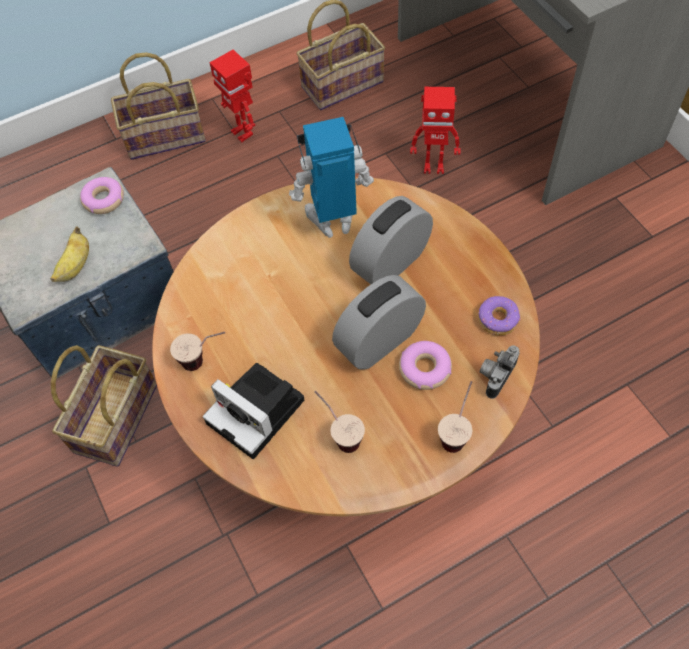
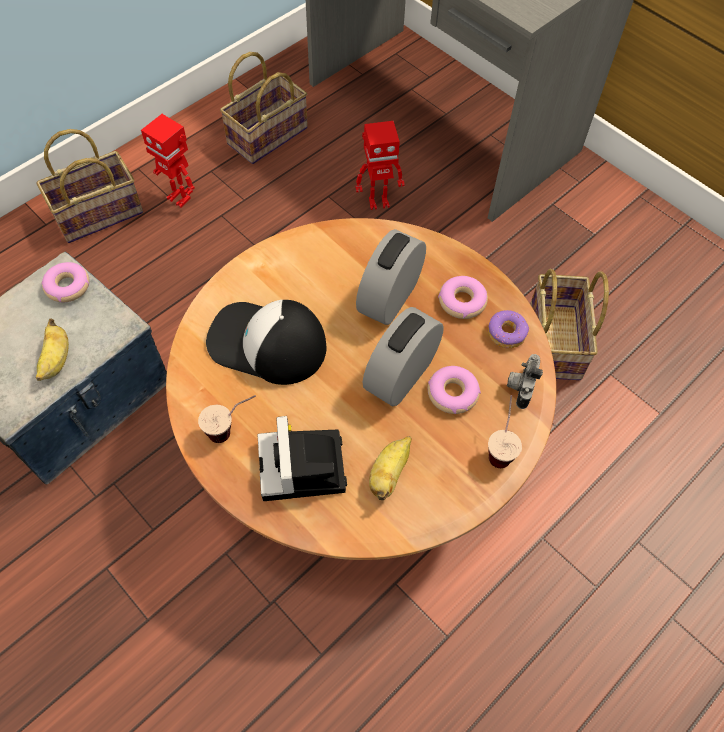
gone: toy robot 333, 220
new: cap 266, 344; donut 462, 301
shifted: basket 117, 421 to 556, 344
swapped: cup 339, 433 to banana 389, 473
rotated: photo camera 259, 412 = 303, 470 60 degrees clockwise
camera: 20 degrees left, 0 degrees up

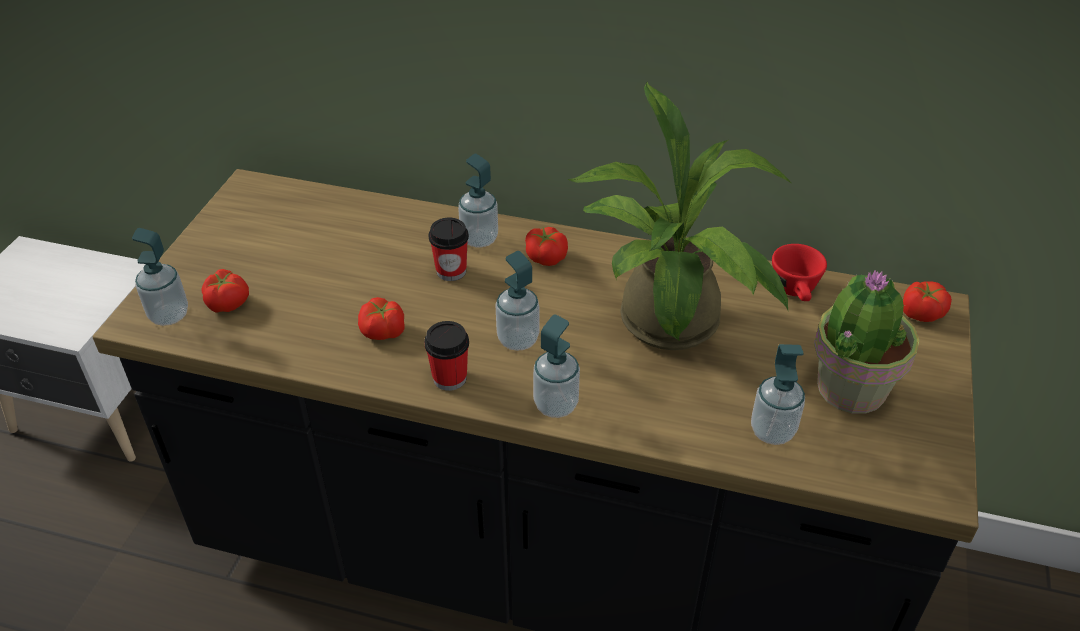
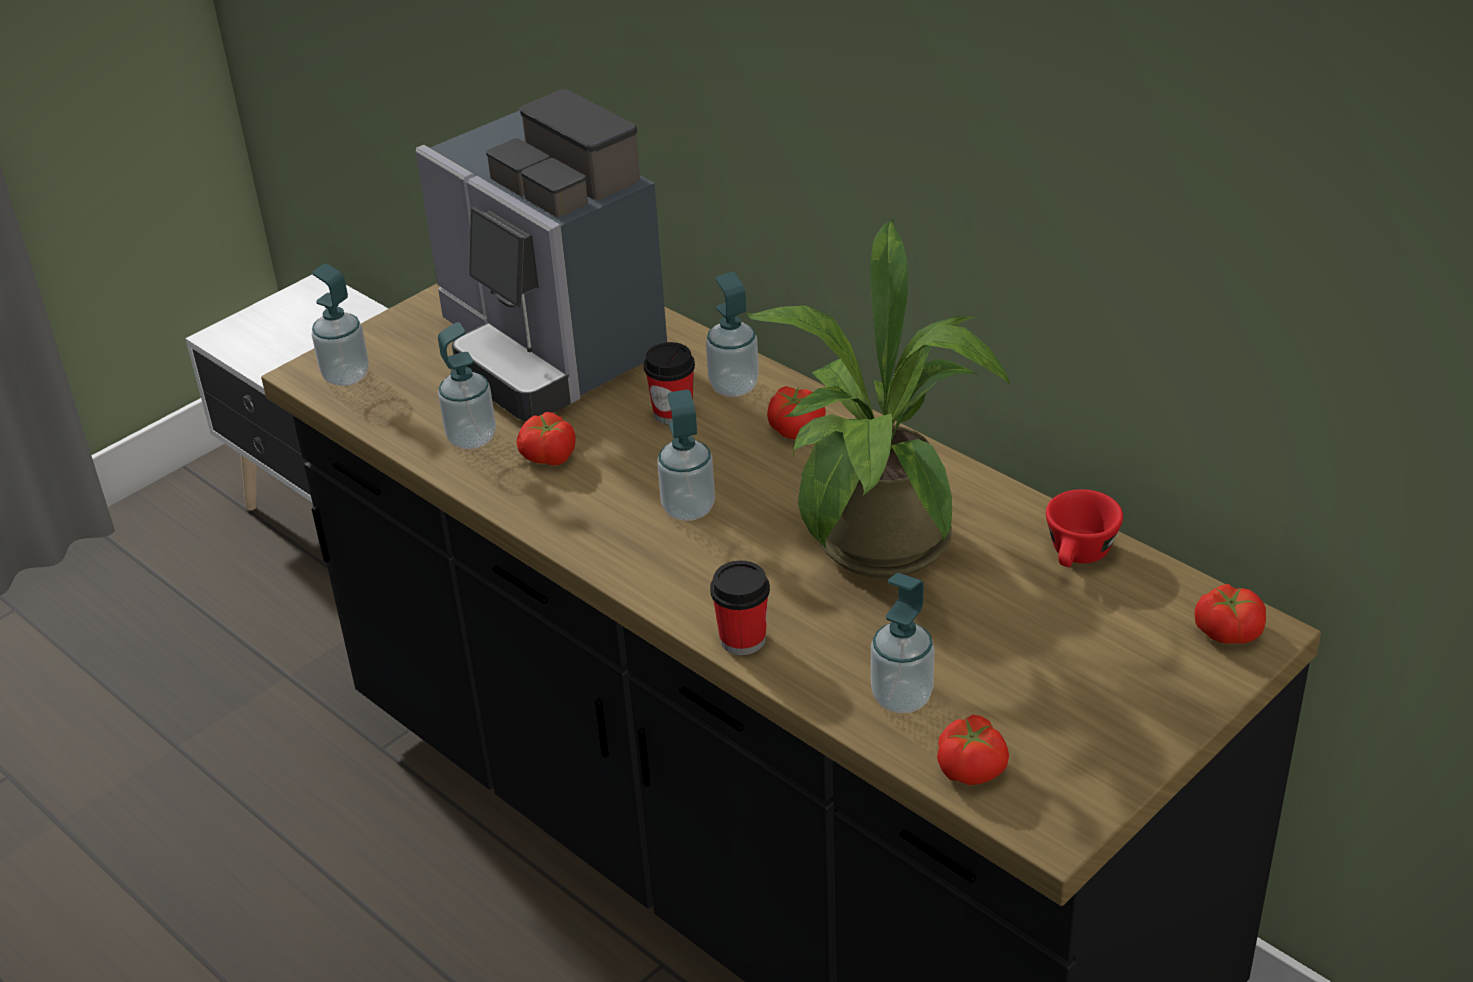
gone: potted plant 849, 389
new: coffee machine 548, 351
shifted: tomato 228, 302 to 972, 768; cup 449, 378 to 742, 640; soap dispenser 556, 405 to 471, 438
camera: 30 degrees right, 5 degrees down

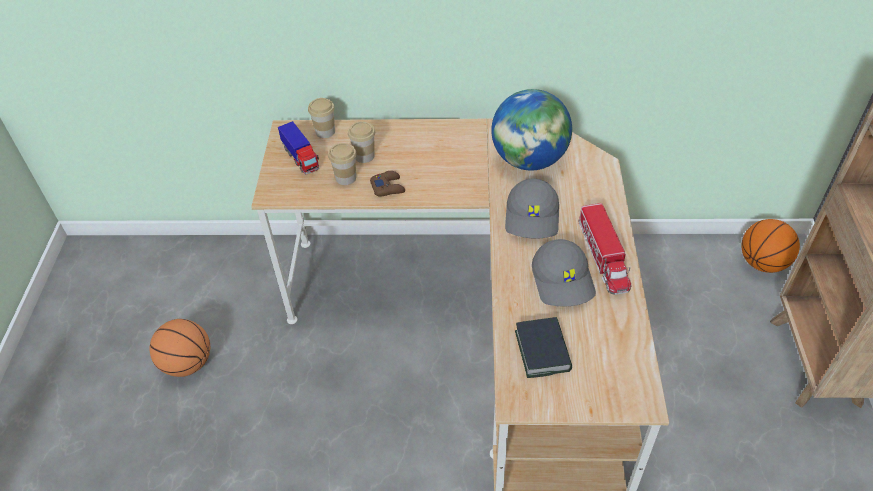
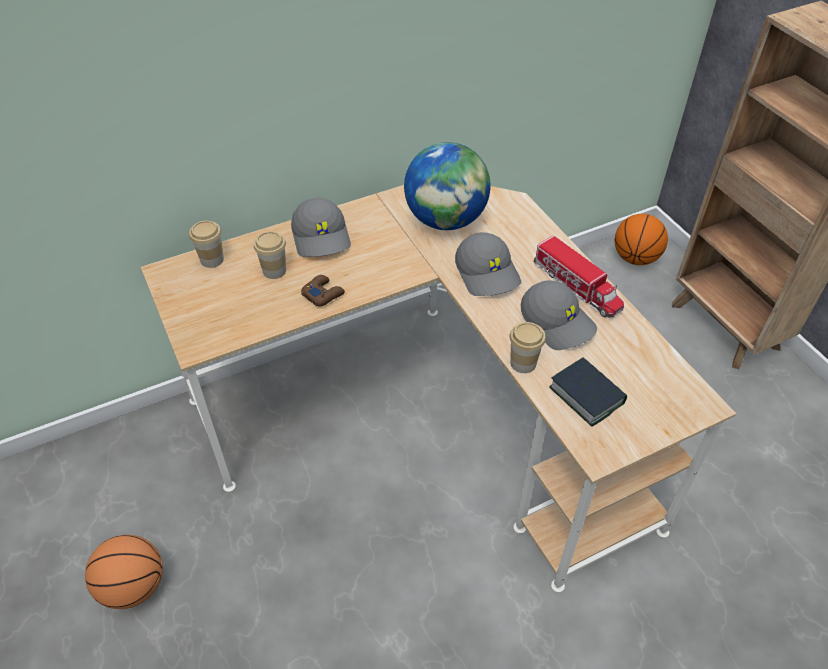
gone: toy truck 301, 158
new: grey cap 322, 237
shifted: cup 346, 178 to 523, 363
camera: 30 degrees left, 0 degrees up

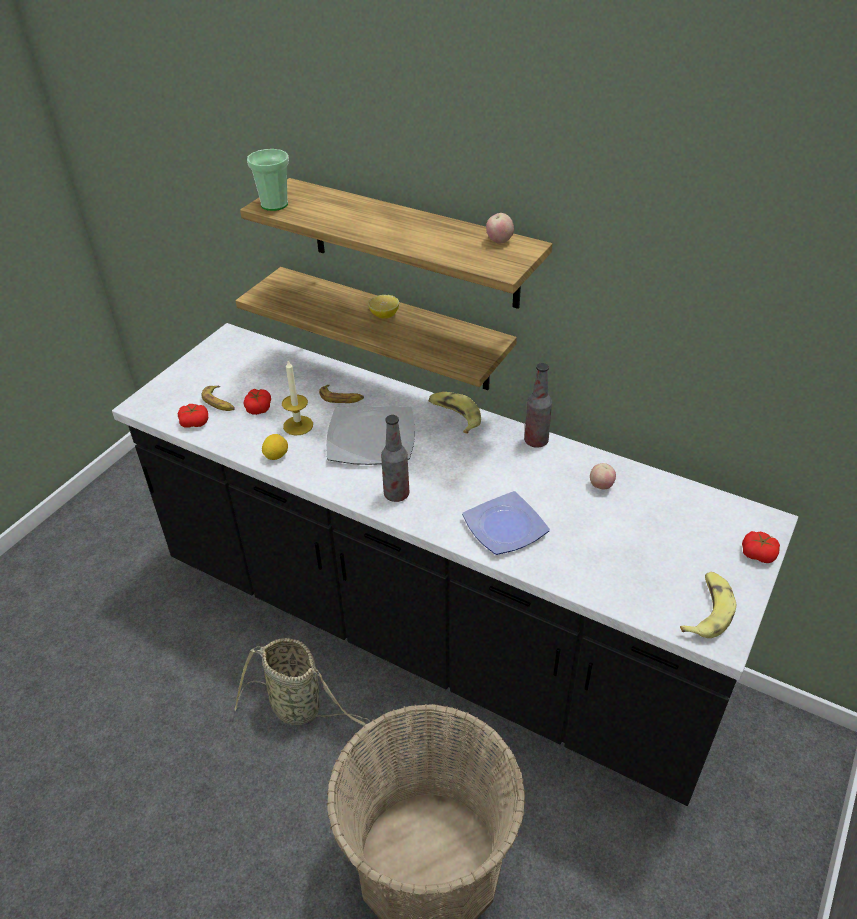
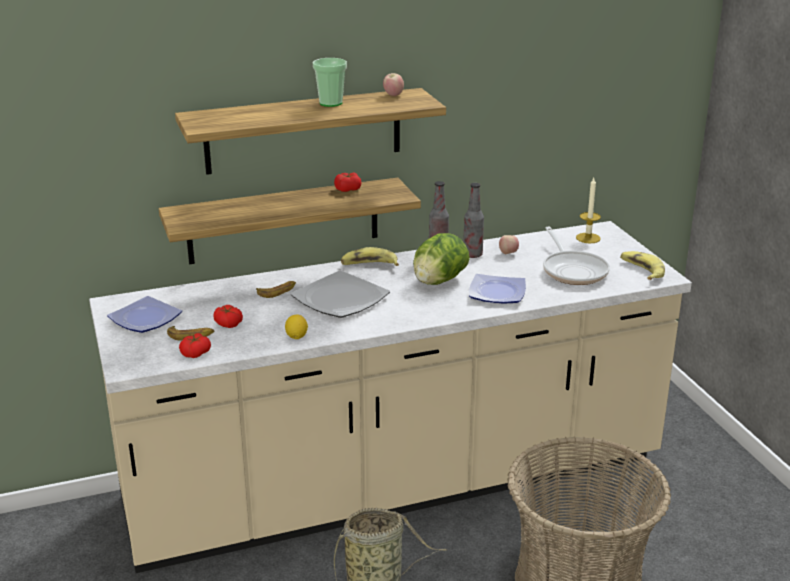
gone: lemon 384, 315
new: plate 147, 319; lettuce 438, 281; frying pan 573, 270
shifted: cup 274, 204 to 330, 103; candle 298, 425 to 588, 238; bottle 396, 494 to 472, 255; tomato 758, 554 to 347, 189
repainted: black counter 432, 631 to beige counter 395, 485
camera: 50 degrees left, 15 degrees down

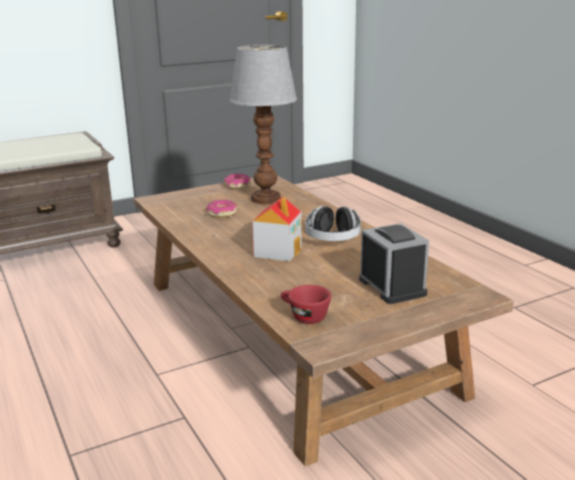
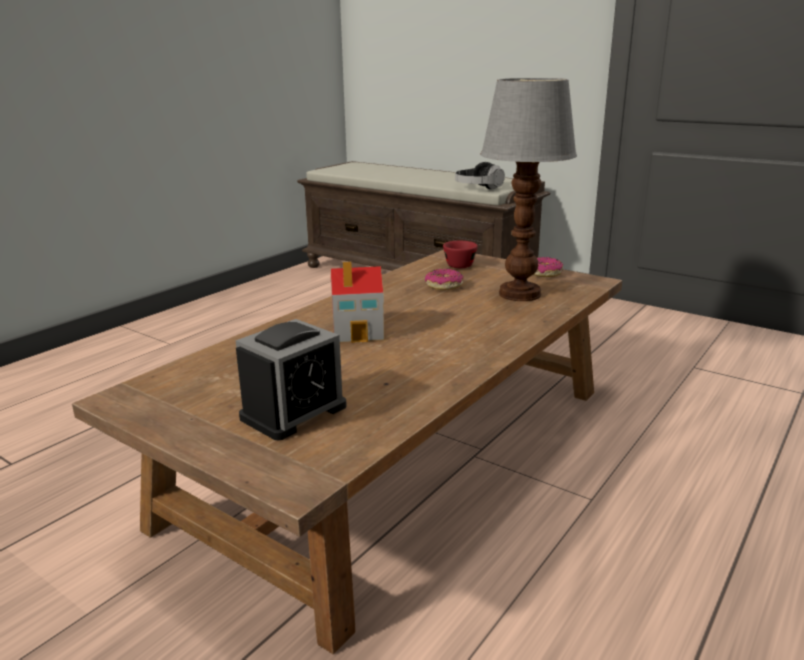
shifted: red cup 304, 316 to 459, 264; headphones 332, 239 to 478, 188
camera: 65 degrees right, 0 degrees up

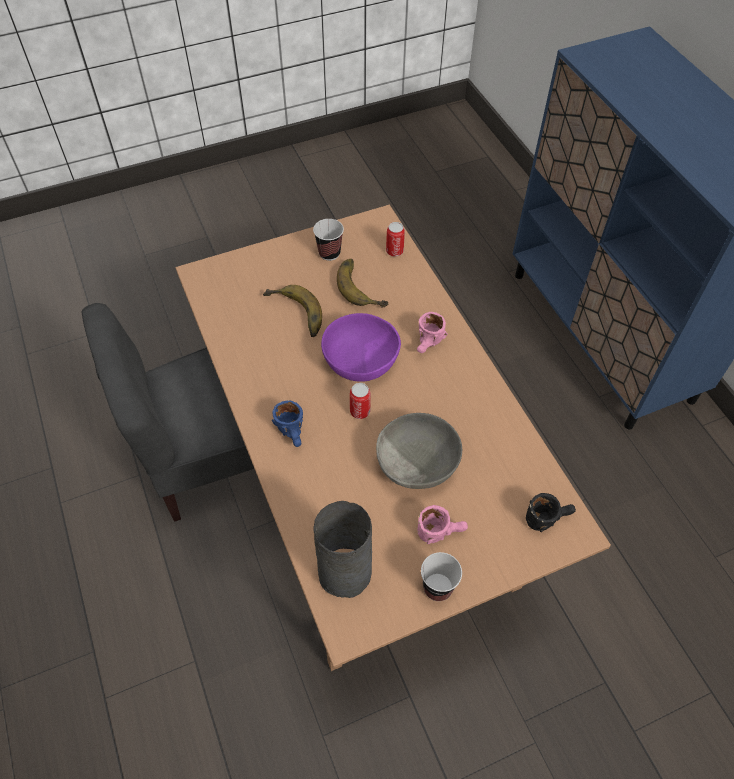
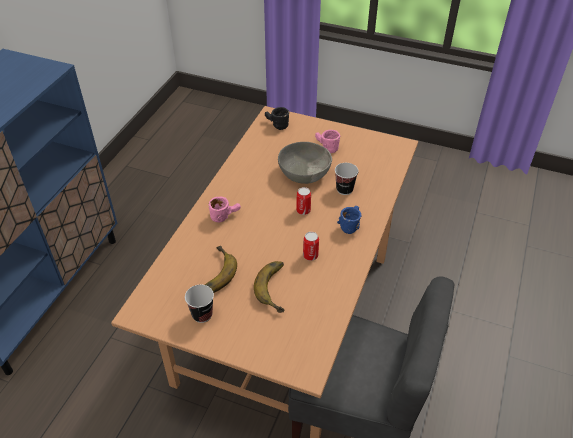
gone: grey vase 346, 573; purple bowl 360, 360
shifted: can 394, 251 to 310, 255; cup 437, 588 to 344, 189
camera: 135 degrees left, 10 degrees down

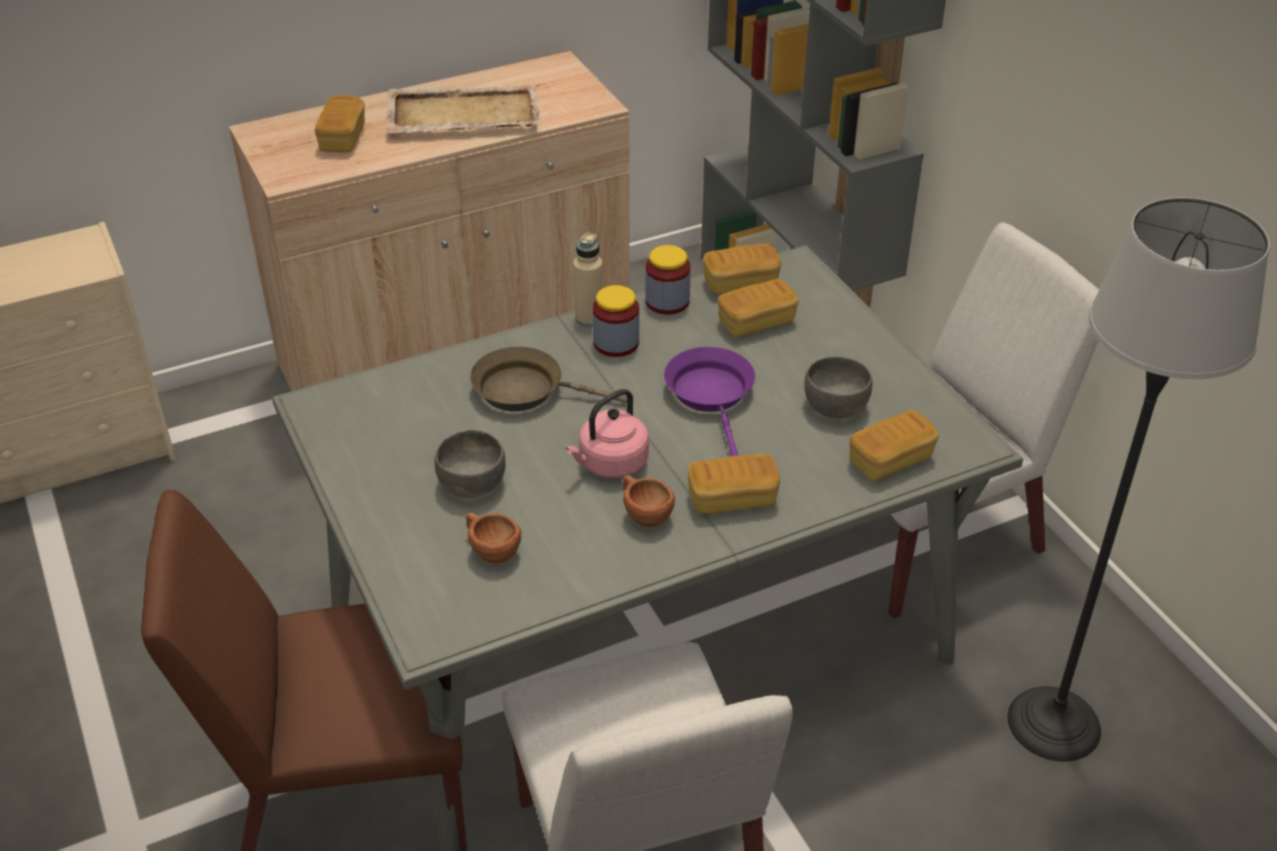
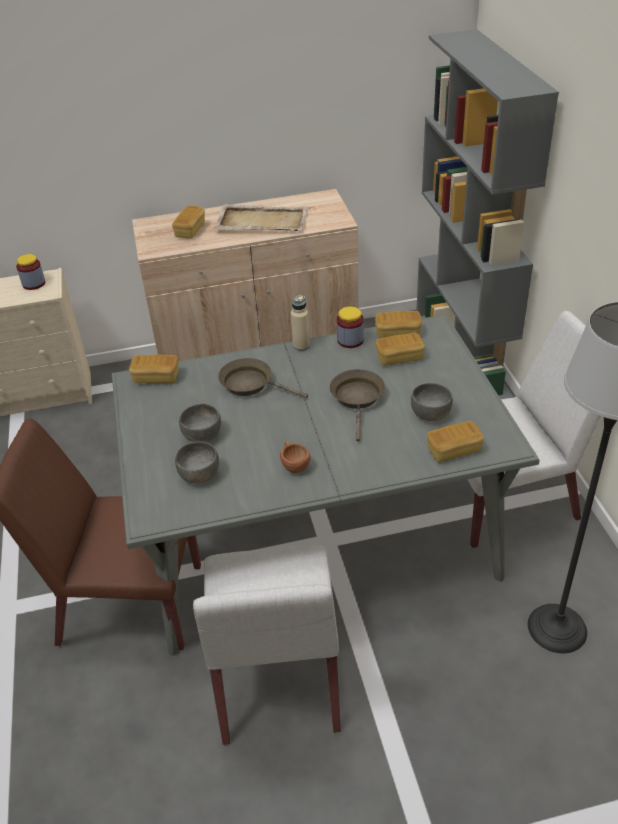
gone: pink kettle 610, 464
shifted: jar 616, 343 to 34, 284; bread 732, 499 to 156, 377
swapped: brown cup 491, 550 to grey bowl 199, 475
repainted: purple frying pan 712, 396 to brown frying pan 357, 399
camera: 15 degrees right, 0 degrees up

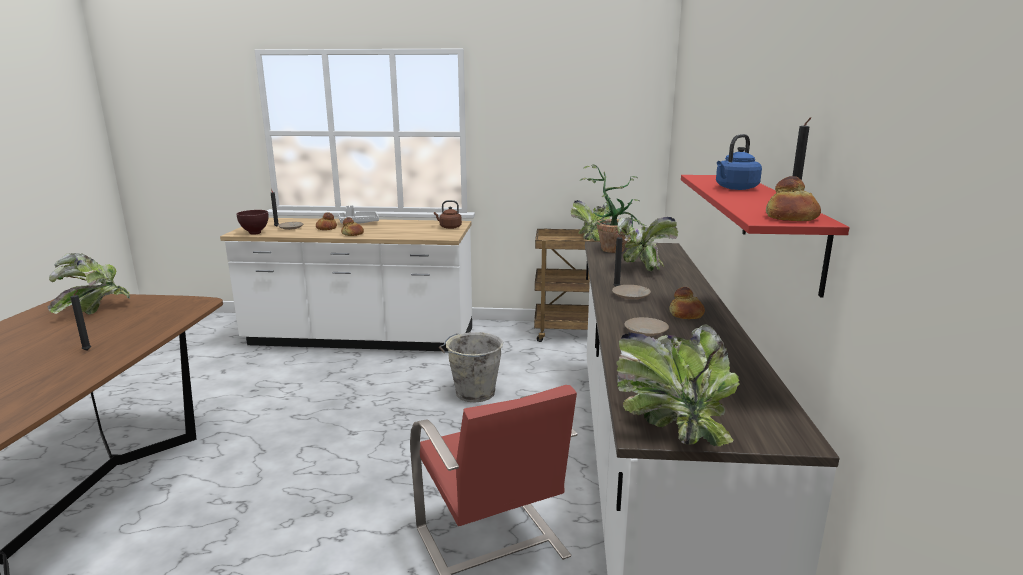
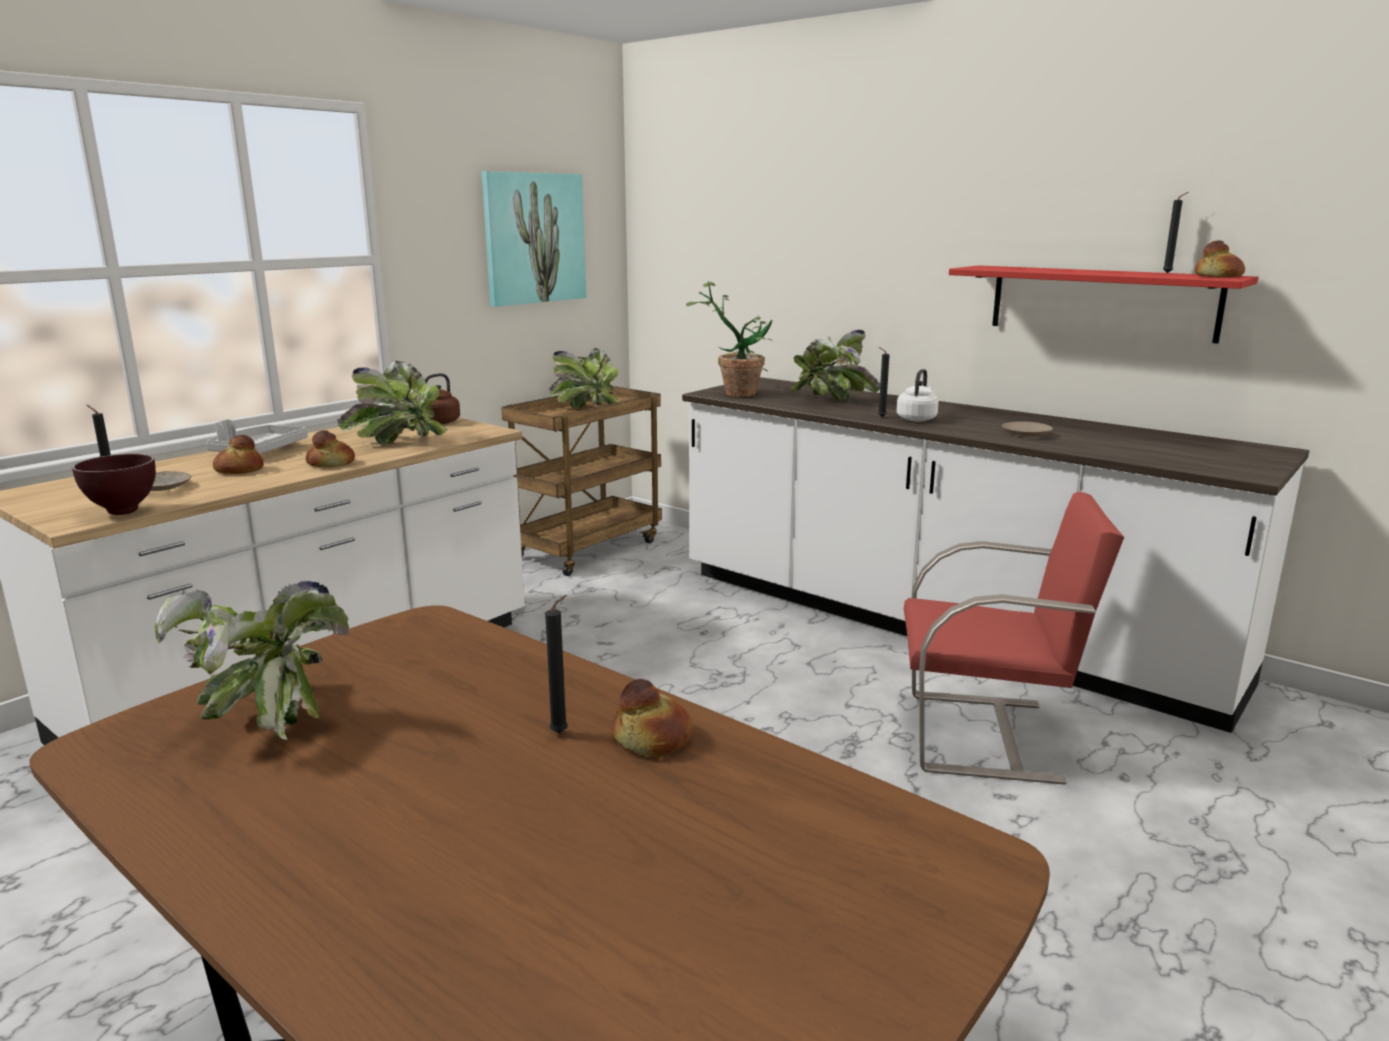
gone: grey bucket 473, 393; blue kettle 735, 188
new: picture 534, 238
shifted: potted plant 671, 426 to 396, 441; bread 686, 314 to 653, 737
swapped: beige plate 631, 296 to white kettle 917, 419
camera: 55 degrees left, 0 degrees up

